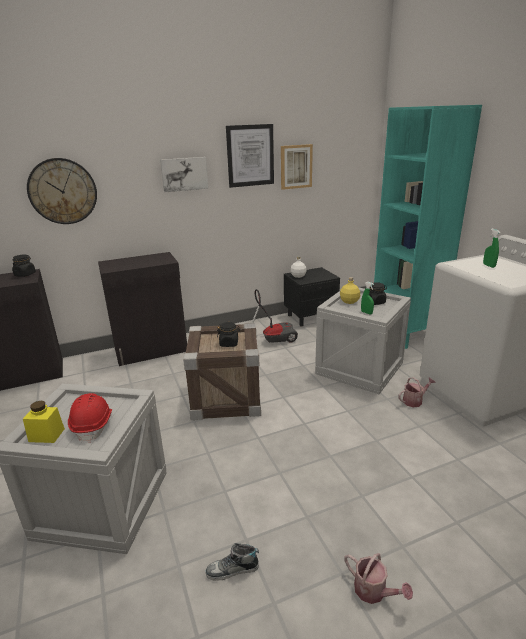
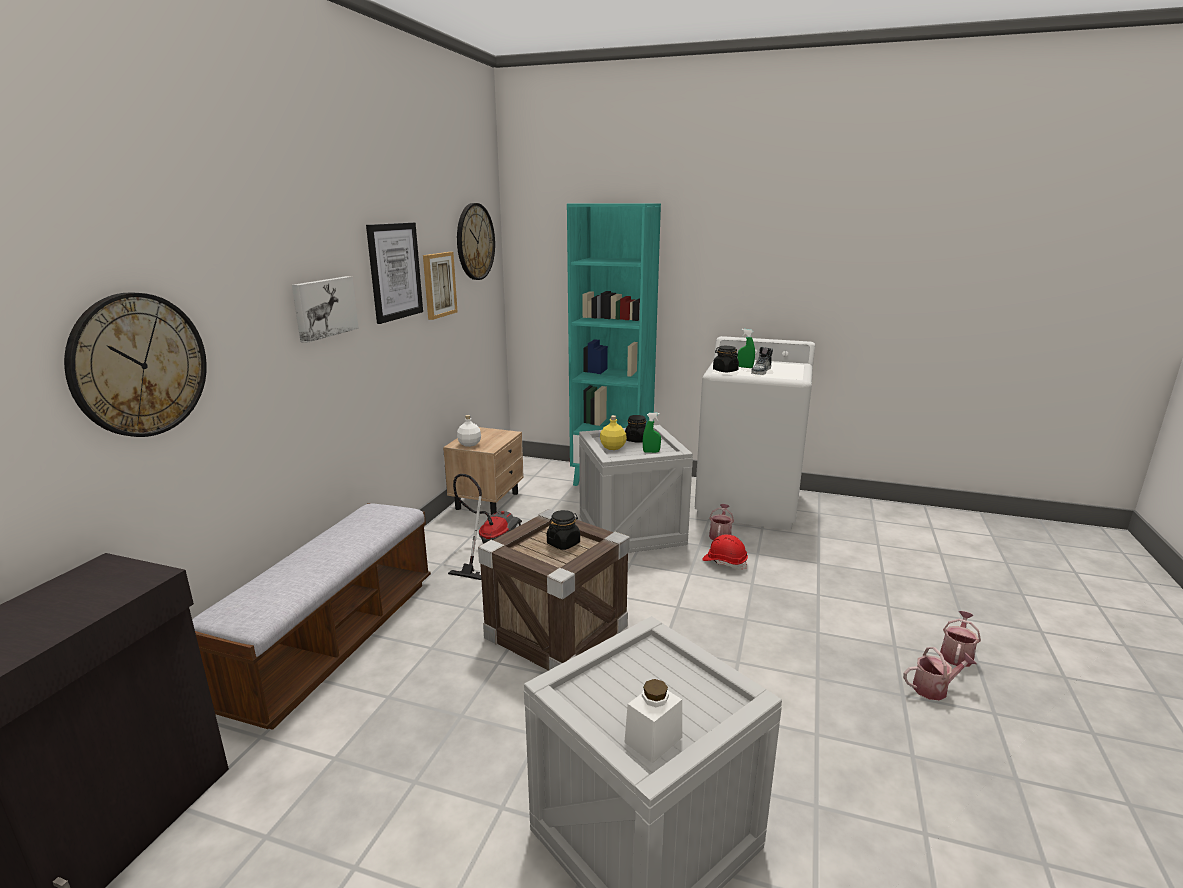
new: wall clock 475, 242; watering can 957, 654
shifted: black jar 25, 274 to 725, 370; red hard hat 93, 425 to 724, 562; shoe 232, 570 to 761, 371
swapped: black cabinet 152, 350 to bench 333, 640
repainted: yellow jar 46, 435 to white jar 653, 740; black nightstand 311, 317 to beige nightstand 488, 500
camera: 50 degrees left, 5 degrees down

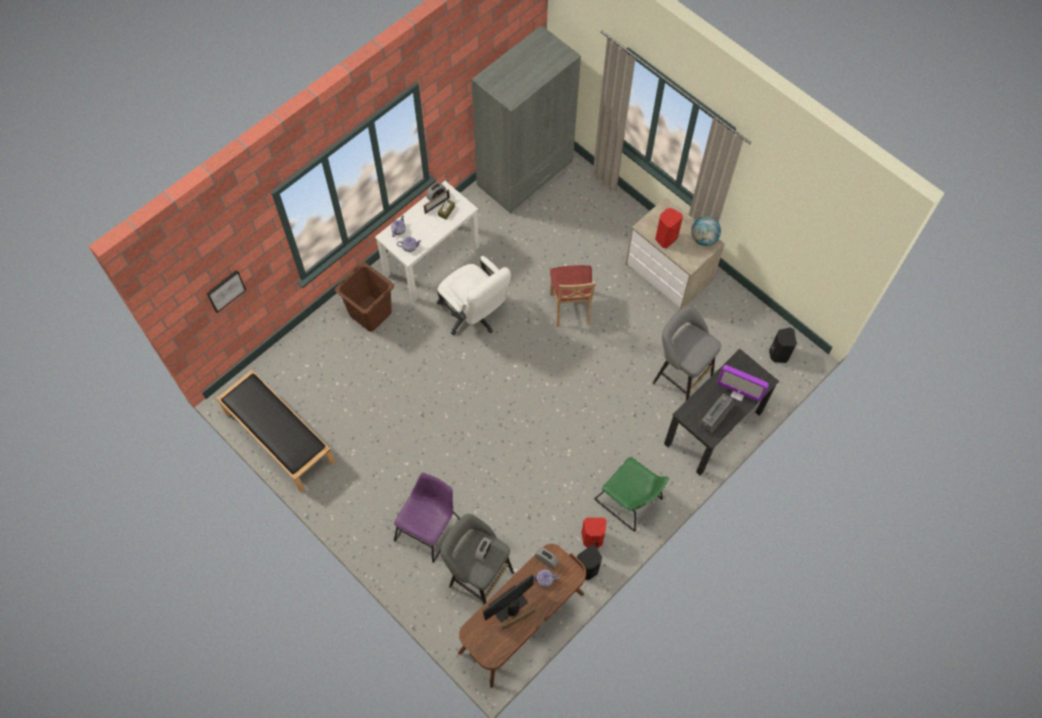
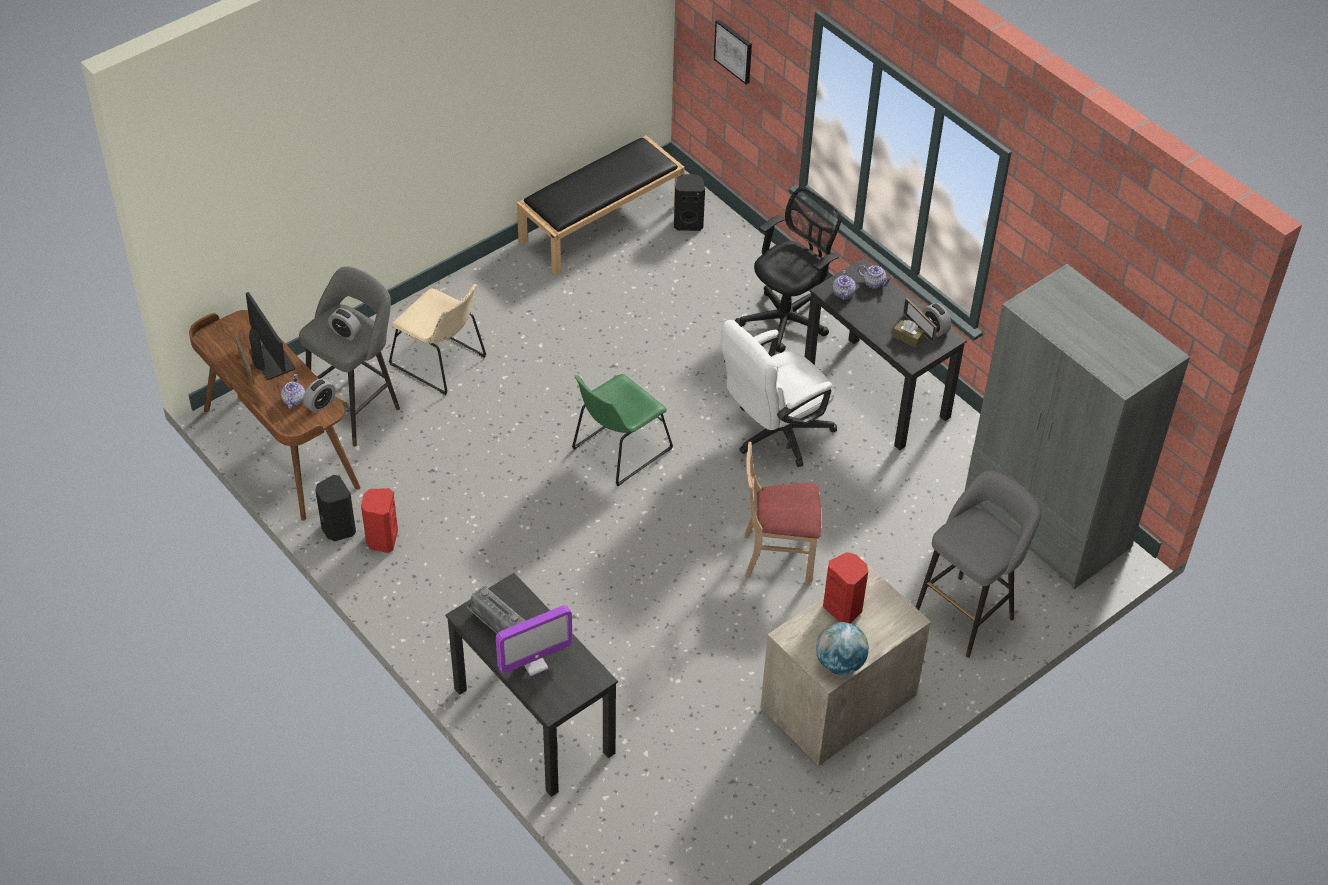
shifted: green chair 630, 501 to 618, 450; grey stool 679, 379 to 967, 613; black speaker 778, 354 to 688, 223
swapped: brown laundry basket 370, 313 to black office chair 787, 319
repainted: white desk 431, 260 to black desk 876, 392; purple chair 429, 527 to beige chair 441, 362
rotated: monitor 738, 393 = 534, 664 150 degrees counterclockwise
camera: 95 degrees right, 15 degrees down

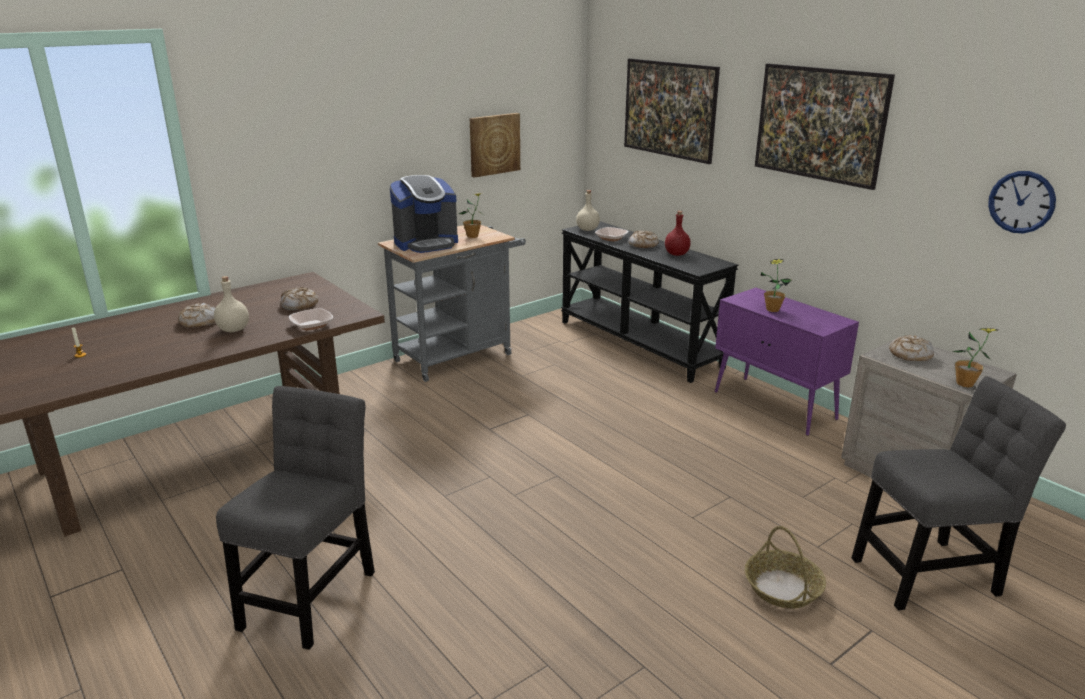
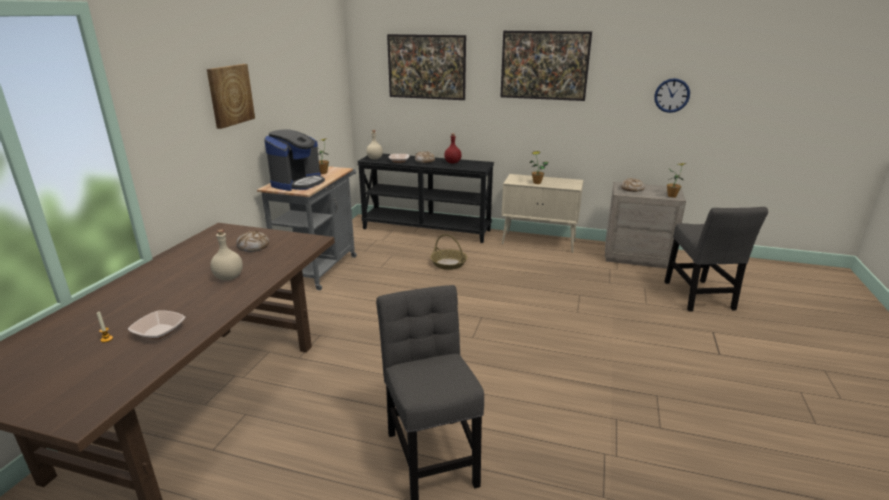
gone: bread 199, 322
shifted: bowl 312, 325 to 159, 331; picture 494, 144 to 230, 95; basket 783, 588 to 449, 263
repainted: purple cabinet 775, 406 to beige cabinet 539, 242
rotated: grey chair 930, 574 = 699, 297 135 degrees clockwise
camera: 35 degrees left, 0 degrees up

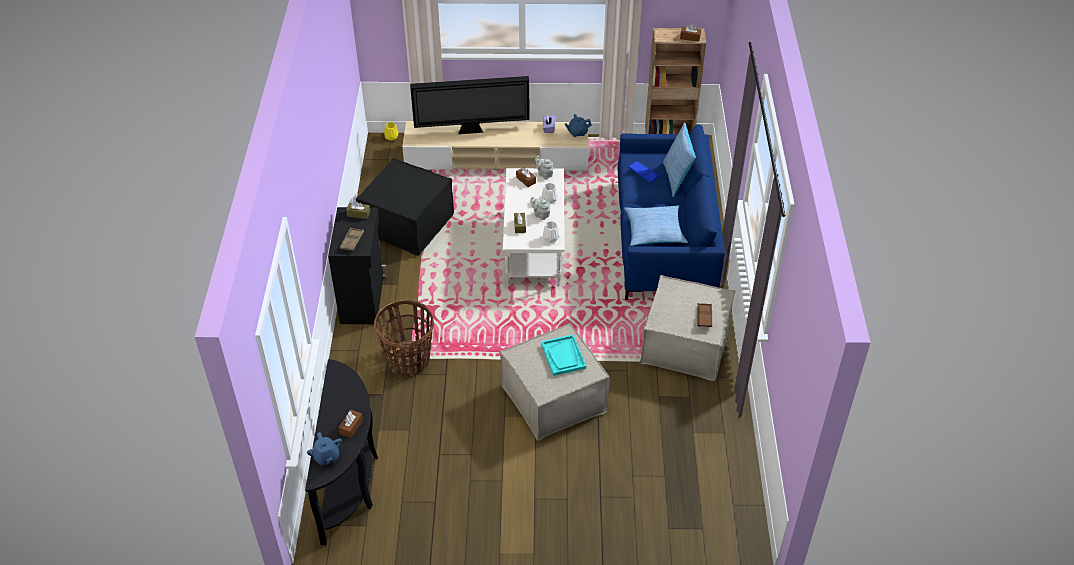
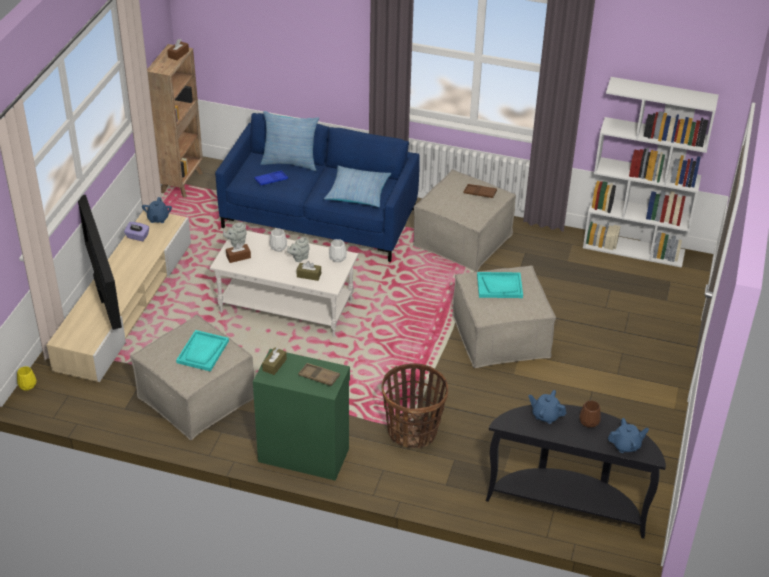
new: turquoise tray 203, 352; blue teapot 545, 415; white bookcase 634, 249
swapped: brown tissue box 351, 427 to brown vase 589, 421
repainted: black cabinet 363, 299 to green cabinet 303, 454; black ottoman 407, 224 to beige ottoman 196, 397
rotated: television 472, 131 = 103, 294 150 degrees clockwise
camera: 75 degrees left, 5 degrees down

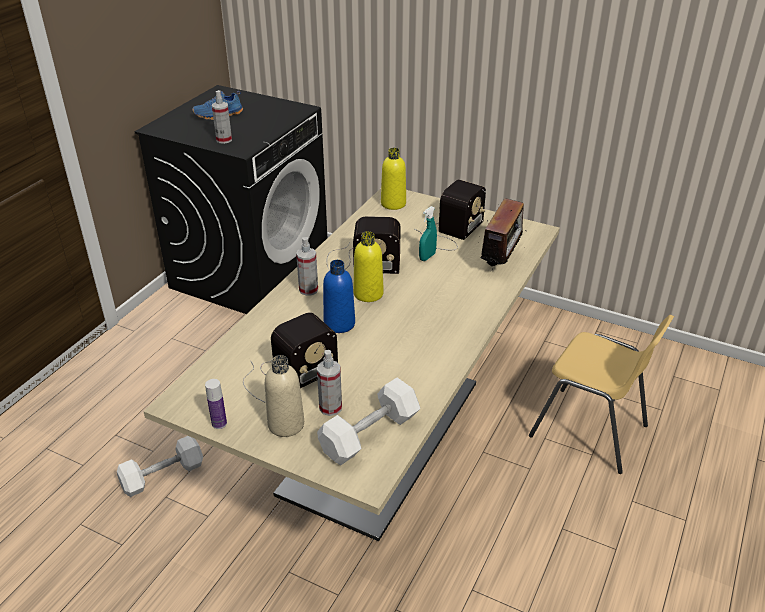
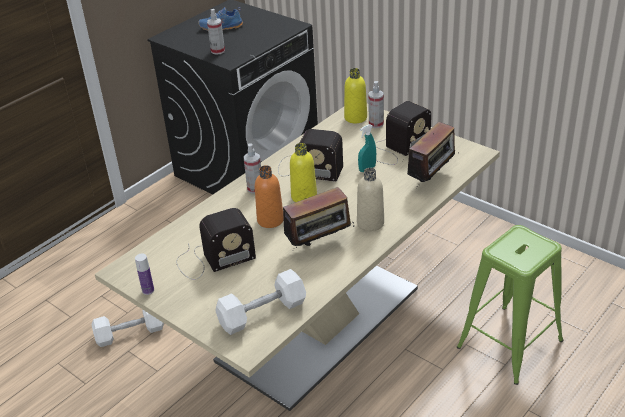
new: radio 319, 244
shifted: beige bottle 286, 424 to 370, 223; spray bottle 330, 407 to 376, 124
swapped: yellow chair 590, 431 to green stool 510, 343
repainted: blue bottle 339, 324 to orange bottle 270, 220
camera: 15 degrees right, 0 degrees up

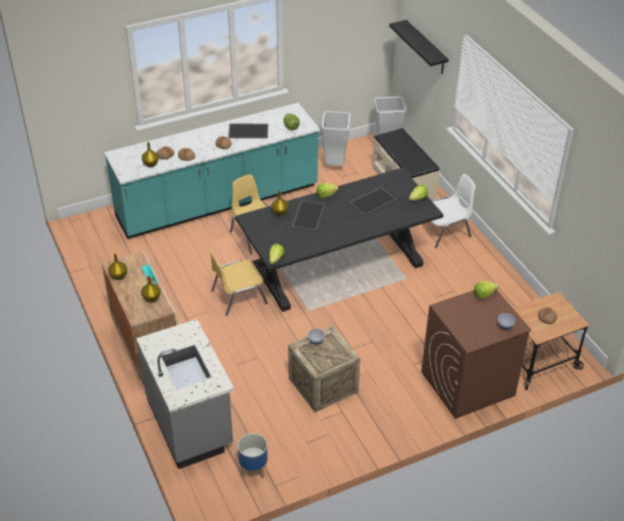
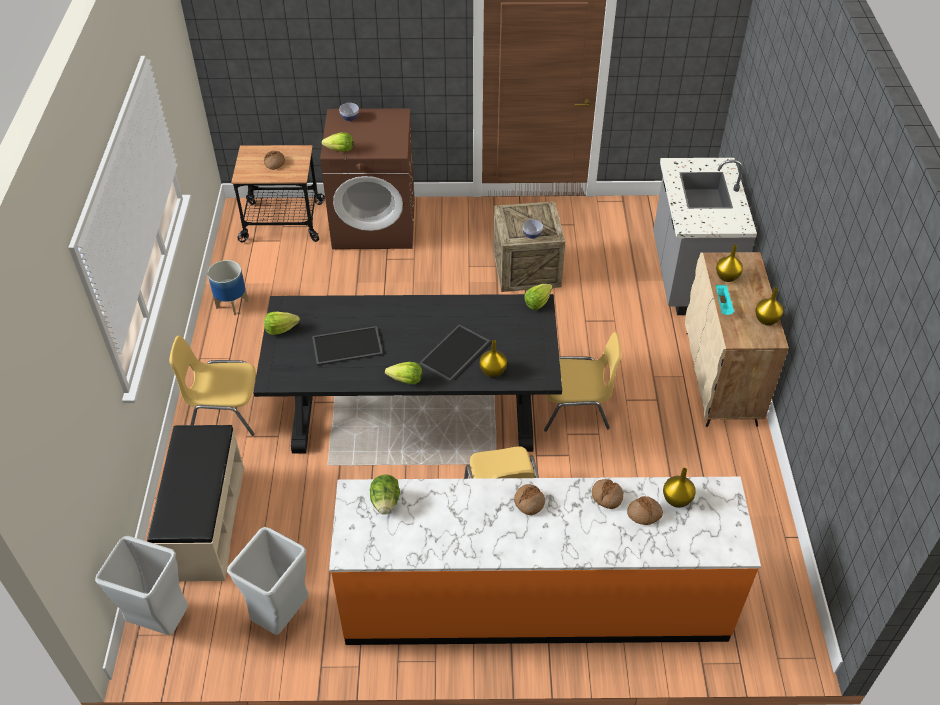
gone: tray 248, 131; black shelf 426, 48
shifted: planter 254, 469 to 231, 304
repainted: turquoise counter 218, 202 to orange counter 534, 600; white chair 445, 231 to yellow chair 225, 410
camera: 155 degrees left, 5 degrees up

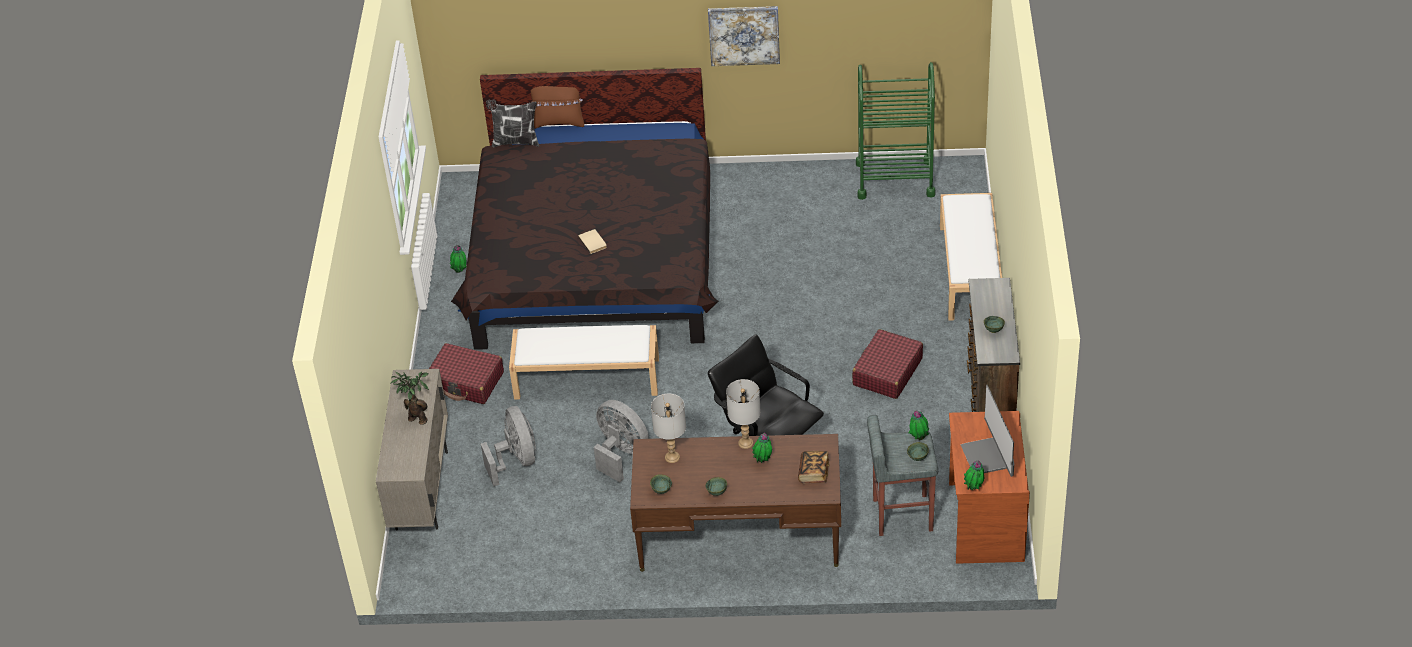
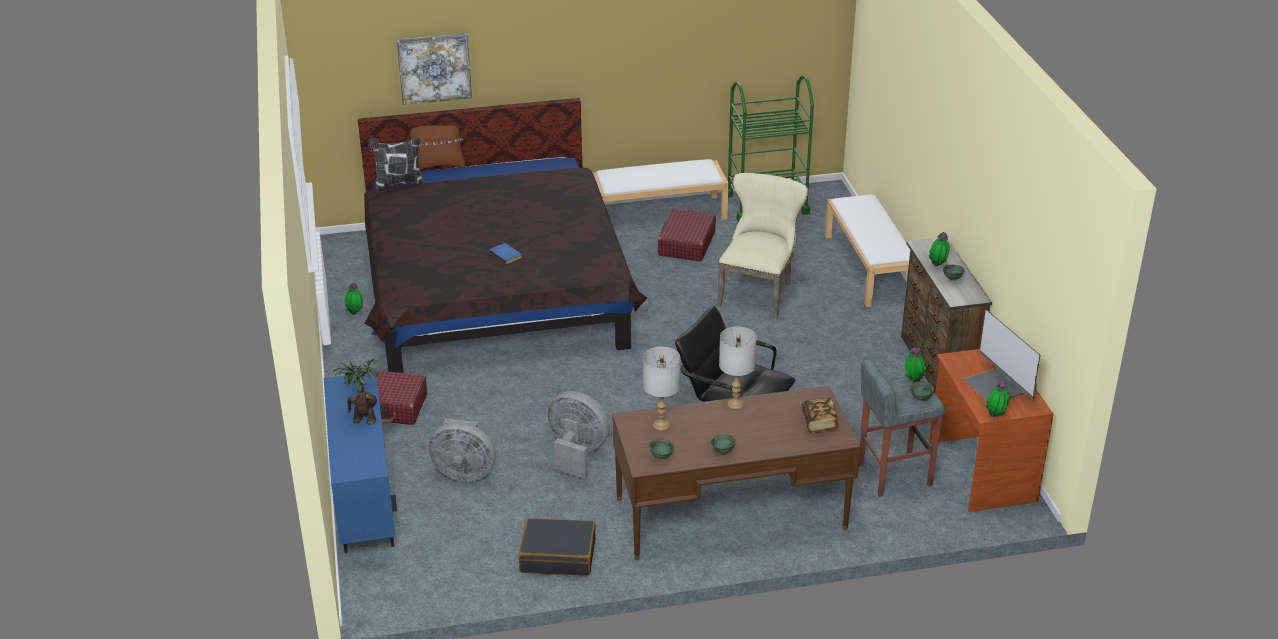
new: black suitcase 558, 556; beige chair 759, 292
shifted: white bench 588, 377 to 659, 213; picture 744, 35 to 434, 68; potted plant 763, 461 to 938, 265; red suitcase 887, 372 to 686, 244
repainted: beige cabinet 422, 490 to blue cabinet 365, 511; beige book 593, 242 to blue book 506, 254
rotated: grey fan 516, 461 = 464, 472 135 degrees clockwise
camera: 15 degrees left, 10 degrees down

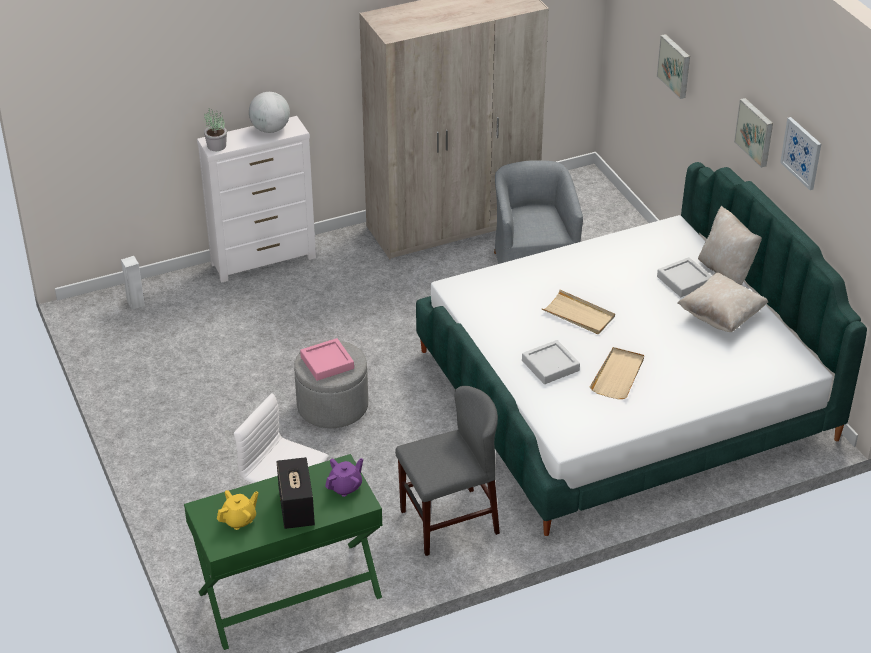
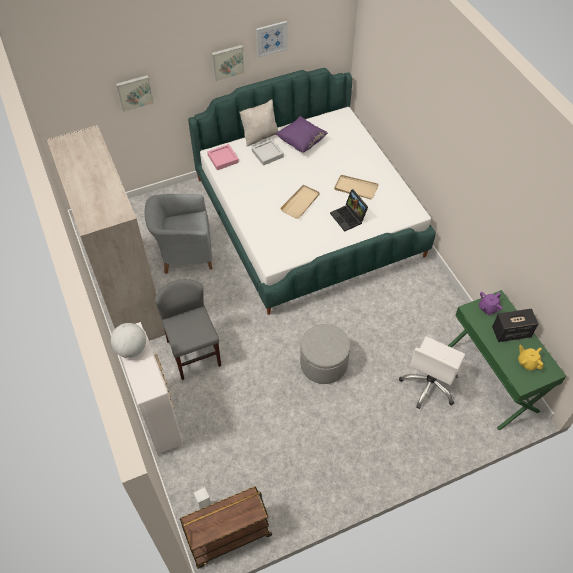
gone: potted plant 216, 146
new: brown cart 228, 537
shifted: pink tray 327, 363 to 223, 159; grey chair 449, 522 to 194, 353
swapped: grey tray 550, 365 to laptop 349, 217
repainted: beige pillow 721, 317 to purple pillow 301, 142
rotated: purple teapot 345, 487 = 487, 308 90 degrees counterclockwise
camera: 90 degrees left, 15 degrees up

